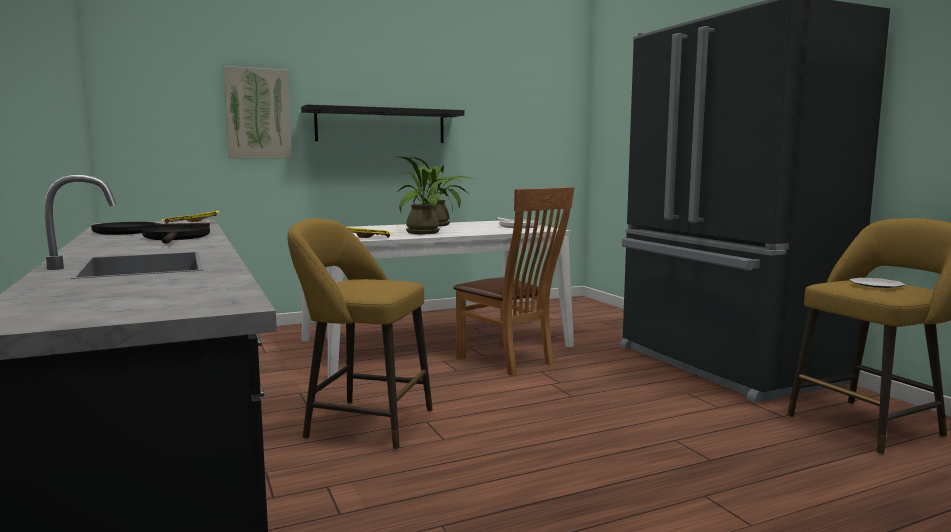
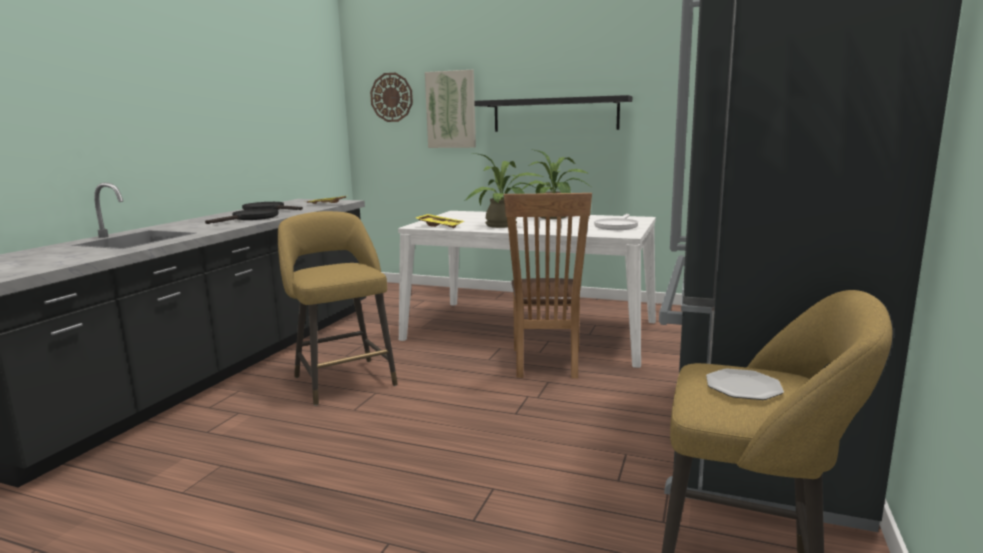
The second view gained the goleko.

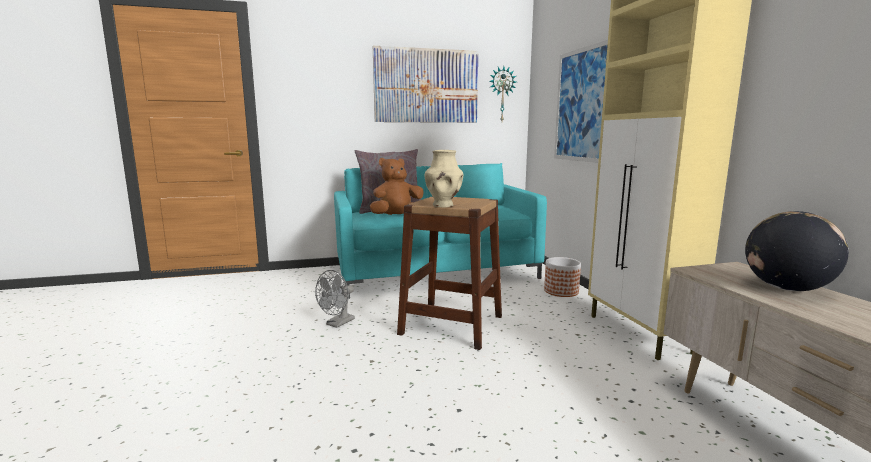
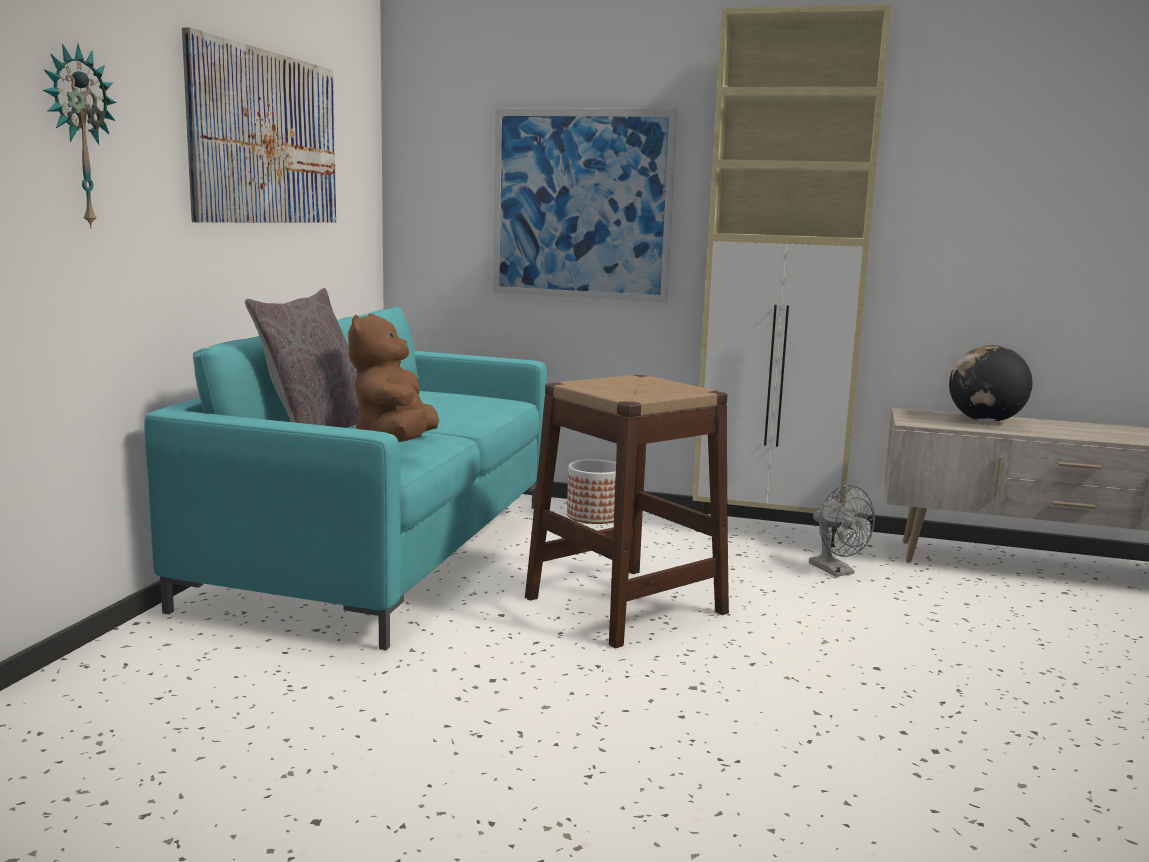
The goleko ended up elsewhere.
The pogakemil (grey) ended up elsewhere.
The second view lost the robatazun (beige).

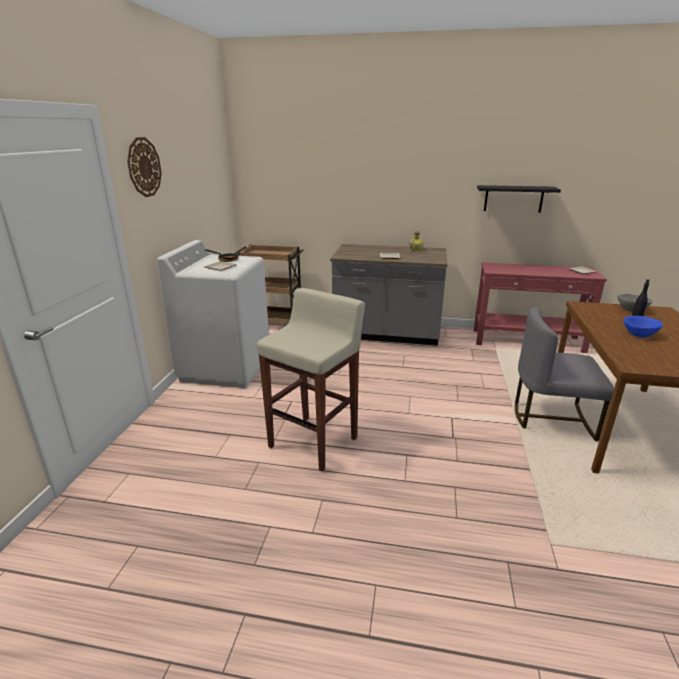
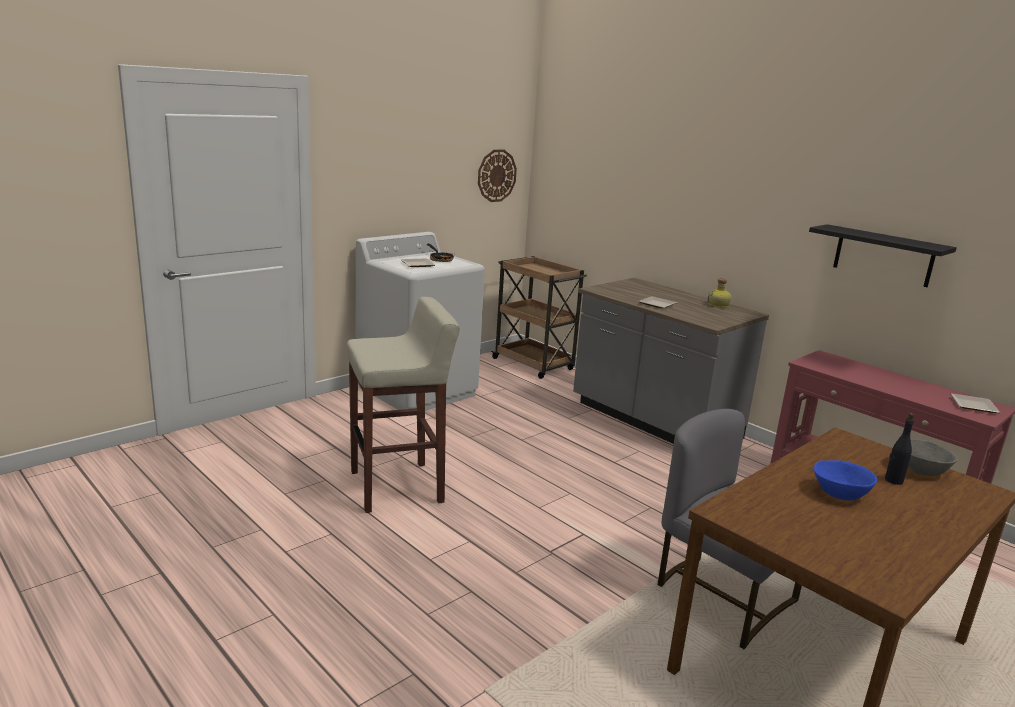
The goleko ended up elsewhere.

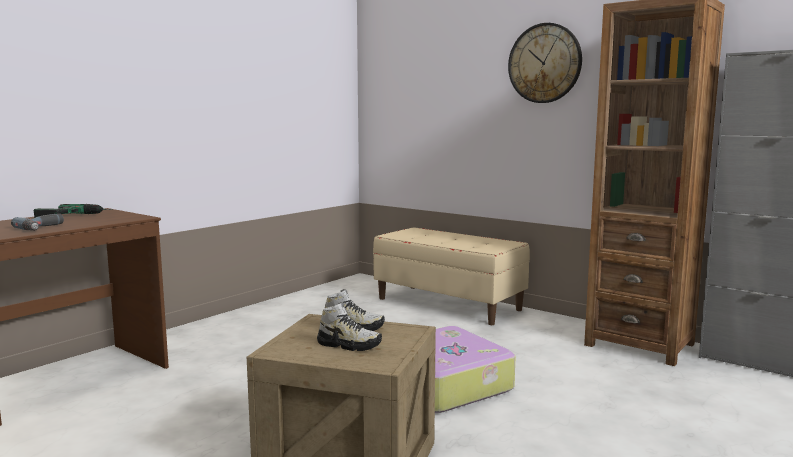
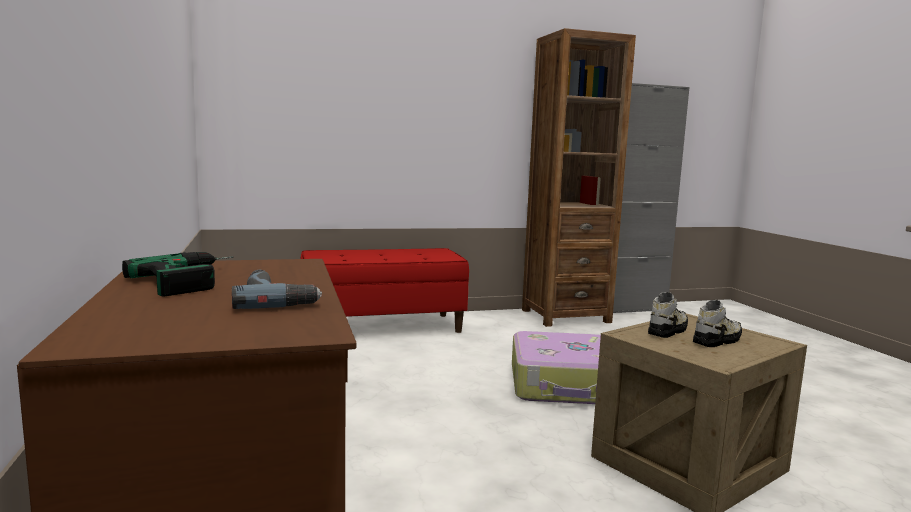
What was the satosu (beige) turned into the satosu (red).
The second view lost the goleko.

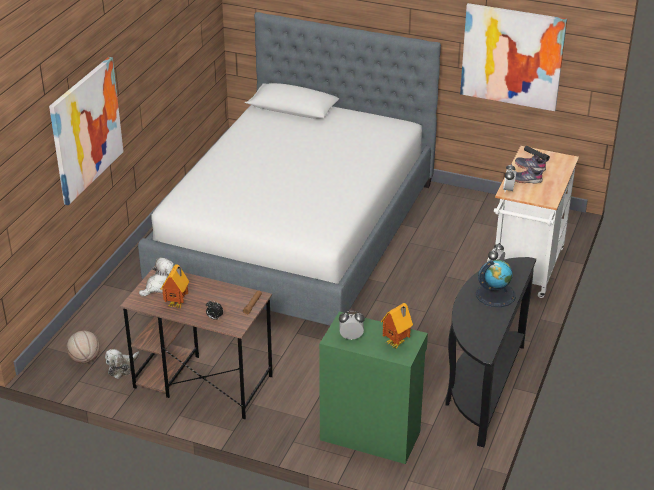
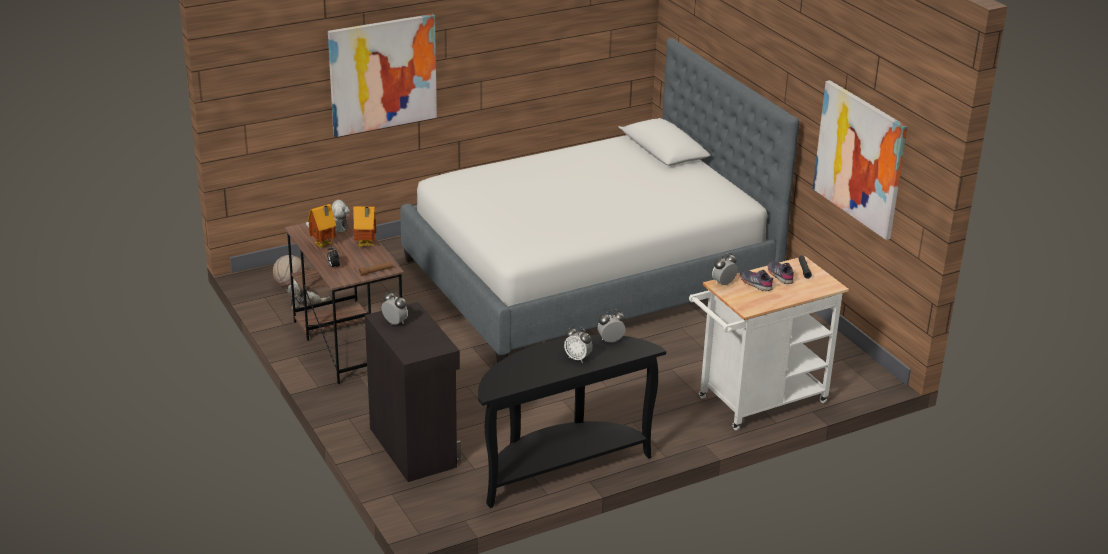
The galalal (no. 2 from left) ended up elsewhere.
What was the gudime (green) turned into the gudime (black).
Where the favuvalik stood, the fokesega (no. 3 from left) came to stand.

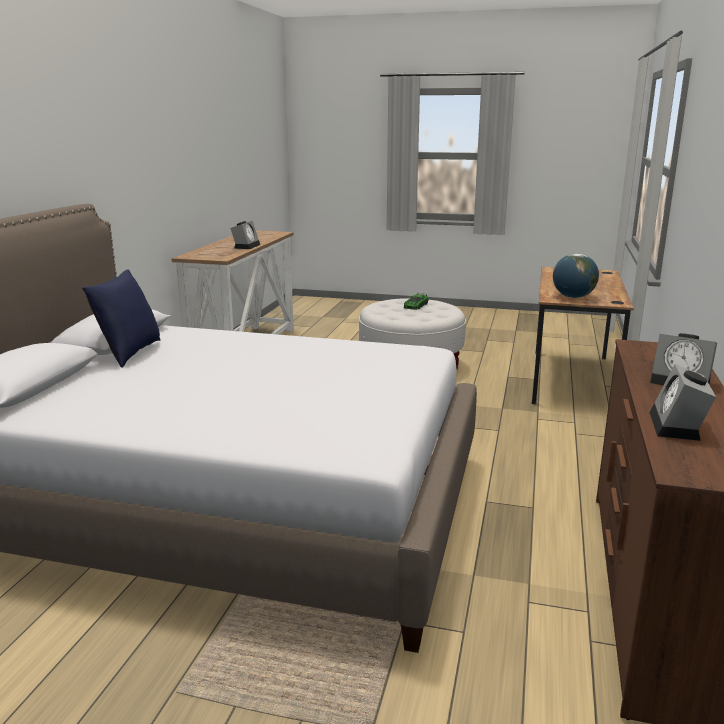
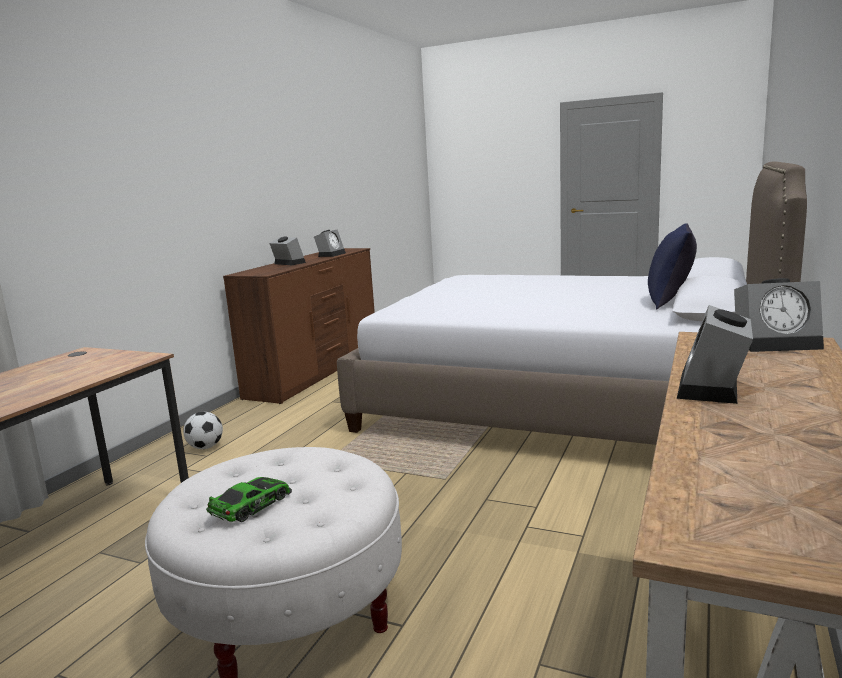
The second view gained the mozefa.
The second view gained the fokesega (no. 4 from left).
The second view lost the favuvalik.

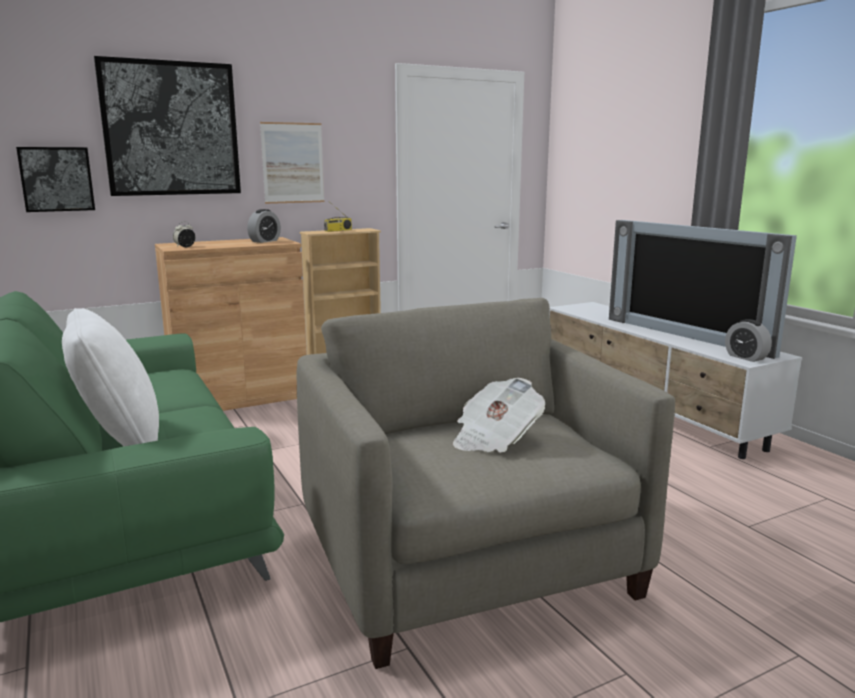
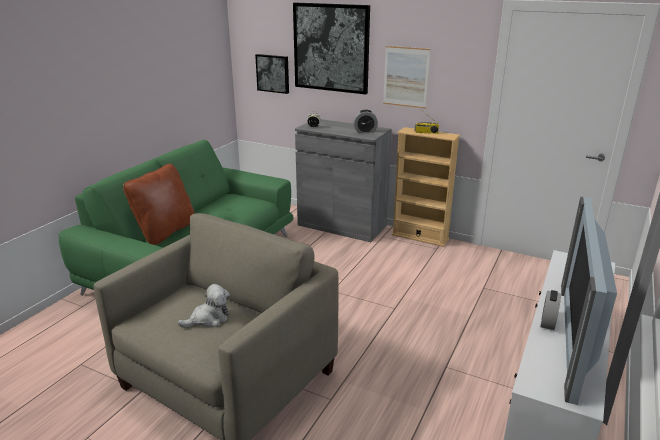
What was the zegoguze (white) turned into the zegoguze (brown).
Where the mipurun stood, the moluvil came to stand.
What was the gudime (brown) turned into the gudime (grey).
The fokesega (no. 3 from left) ended up elsewhere.

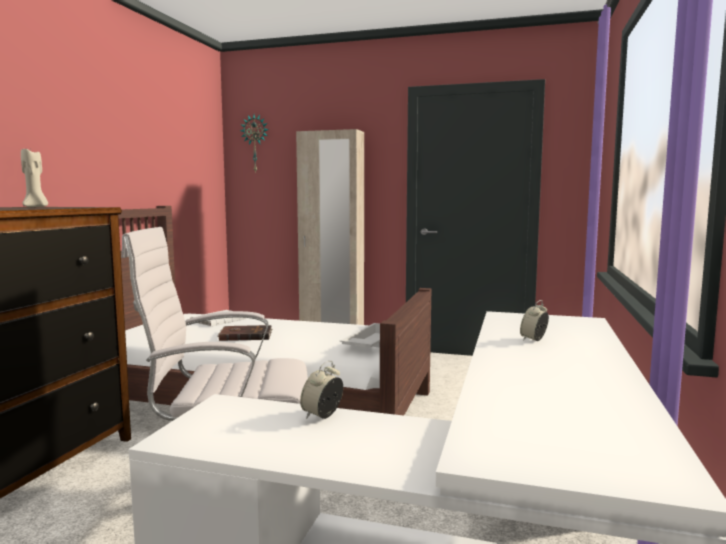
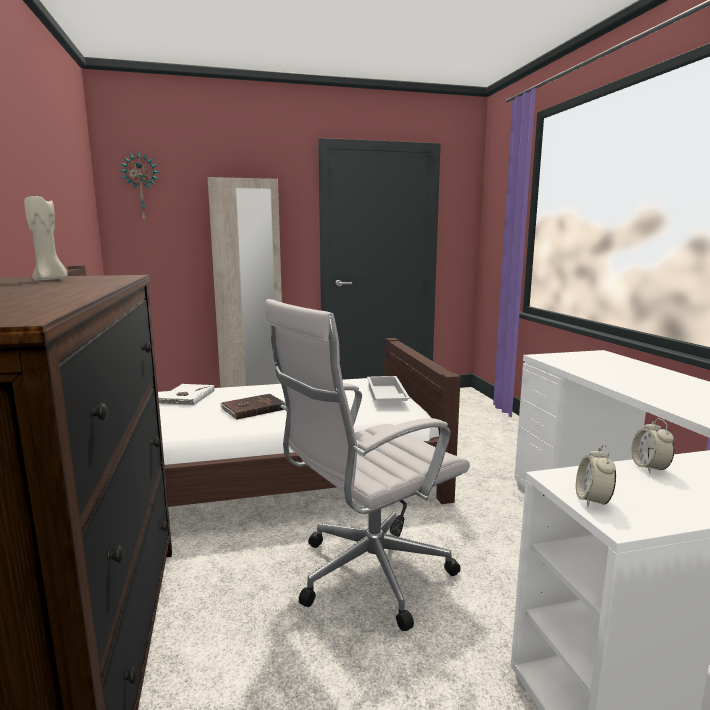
The fokesega (no. 2 from left in the first image) ended up elsewhere.

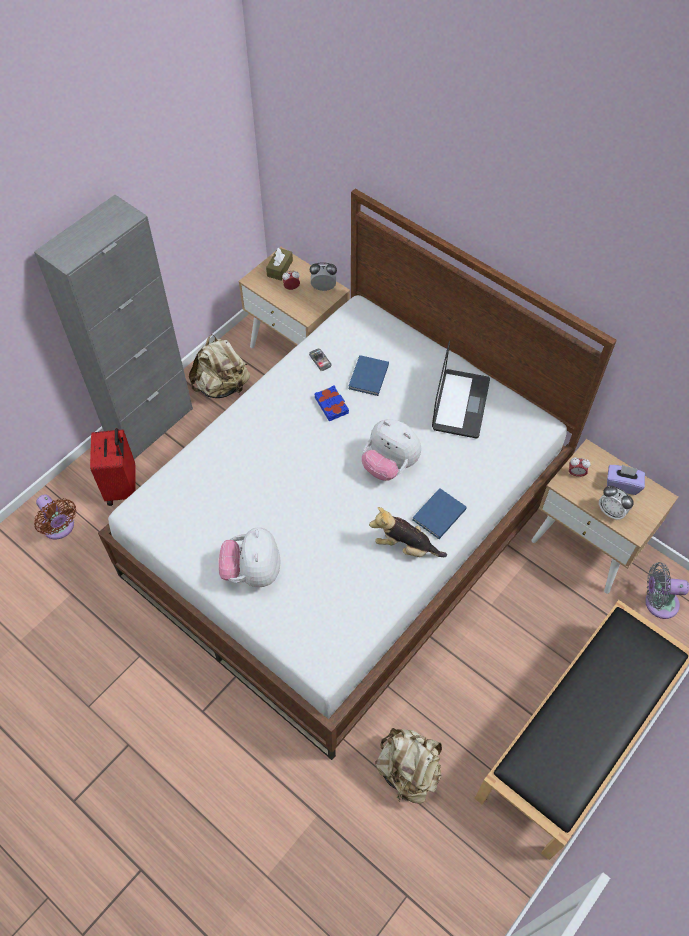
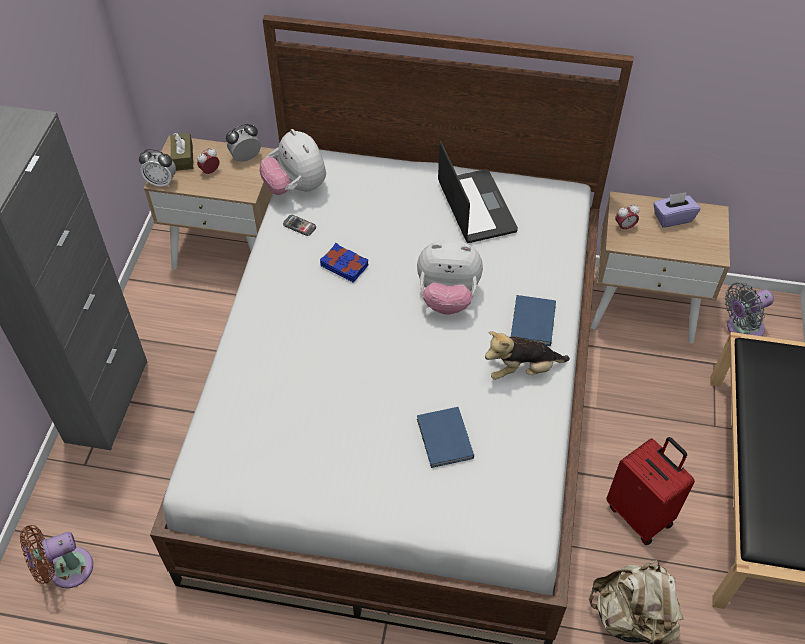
The pogakemil (brown) ended up facing another way, 135 degrees clockwise from before.
The fokesega (no. 4 from left in the first image) ended up elsewhere.
The moluvil (no. 1 from left) ended up elsewhere.
The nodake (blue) (no. 2 from left) ended up elsewhere.
The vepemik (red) ended up elsewhere.
The second view lost the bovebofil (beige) (no. 1 from left).

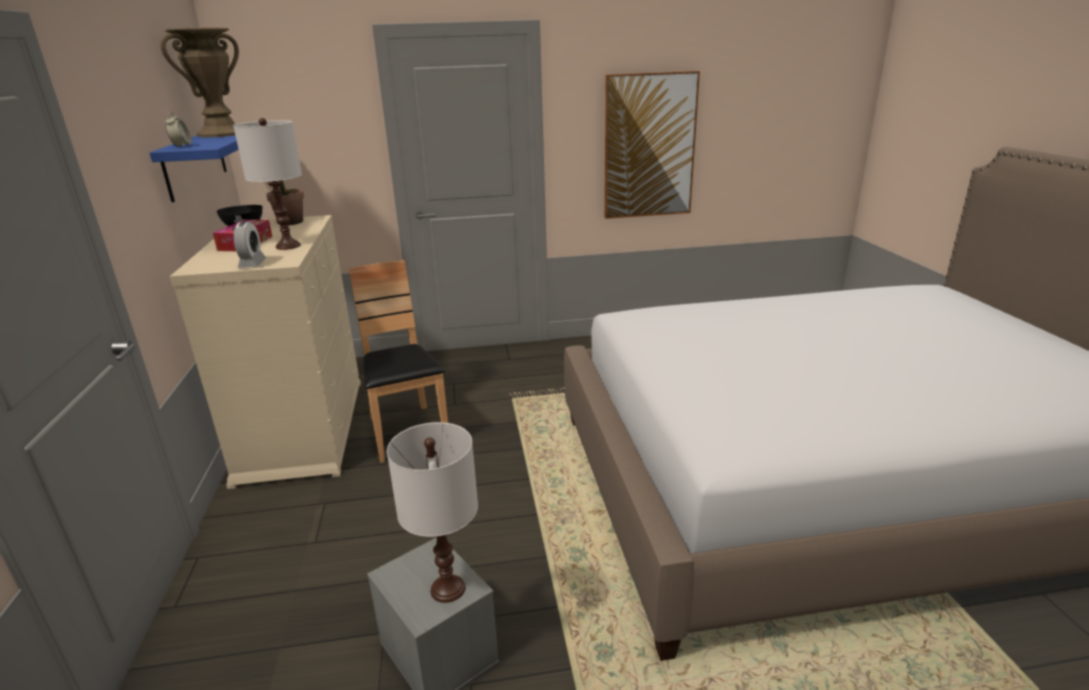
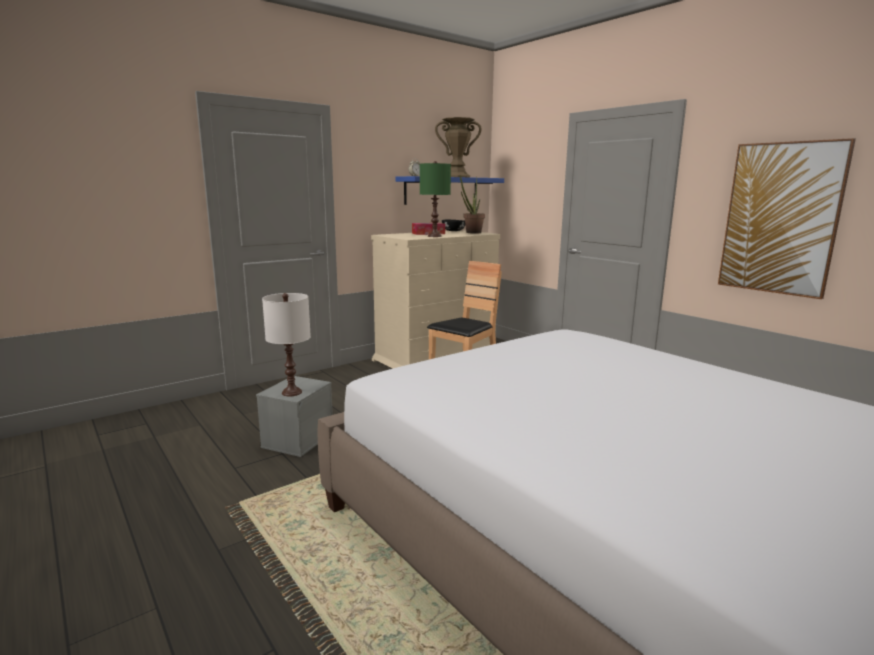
What was the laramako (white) (no. 1 from left) turned into the laramako (green).
The second view lost the fokesega (no. 2 from left).

